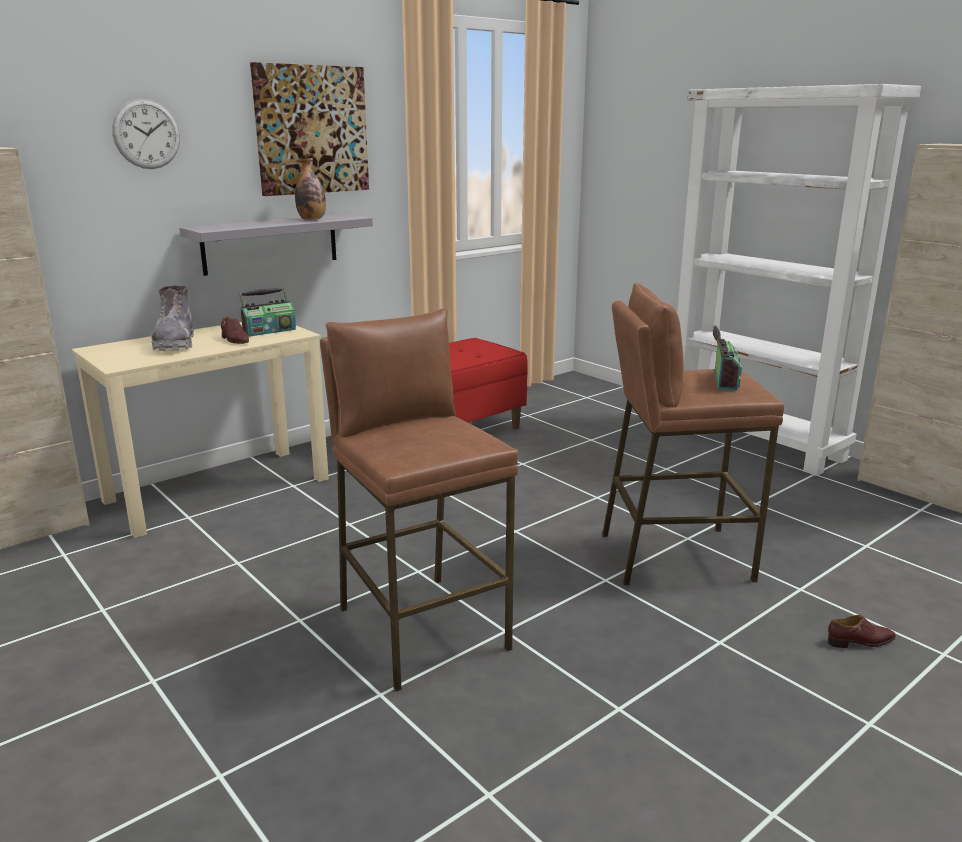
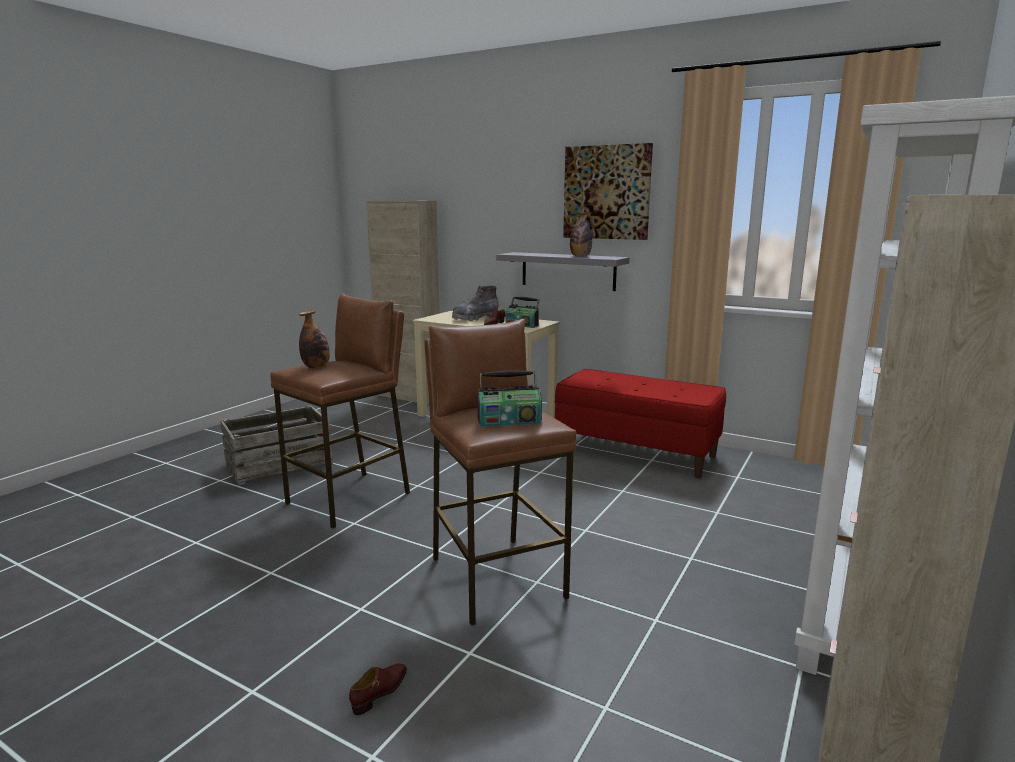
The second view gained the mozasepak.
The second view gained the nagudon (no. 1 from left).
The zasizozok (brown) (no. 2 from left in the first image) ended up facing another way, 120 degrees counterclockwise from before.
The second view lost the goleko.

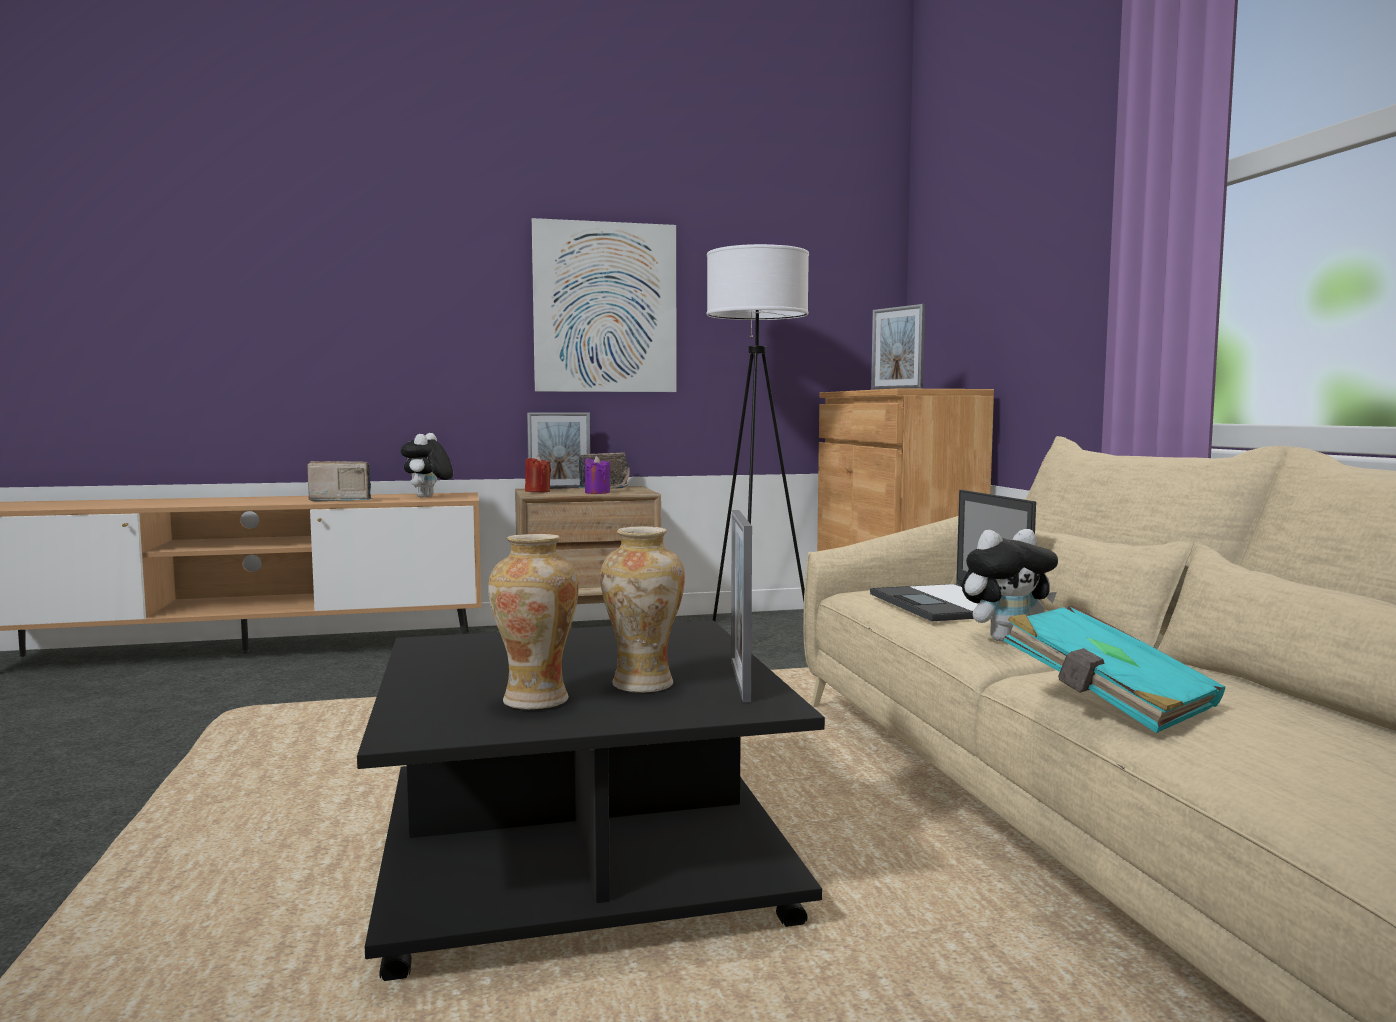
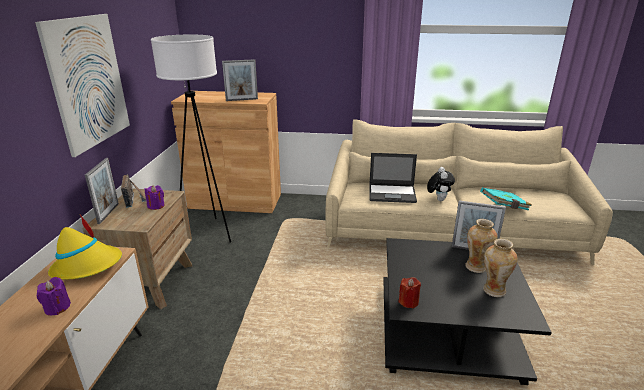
Where the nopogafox (no. 1 from left) stood, the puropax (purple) (no. 1 from left) came to stand.
Where the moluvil (no. 1 from left) stood, the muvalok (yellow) came to stand.
The puropax (red) ended up elsewhere.

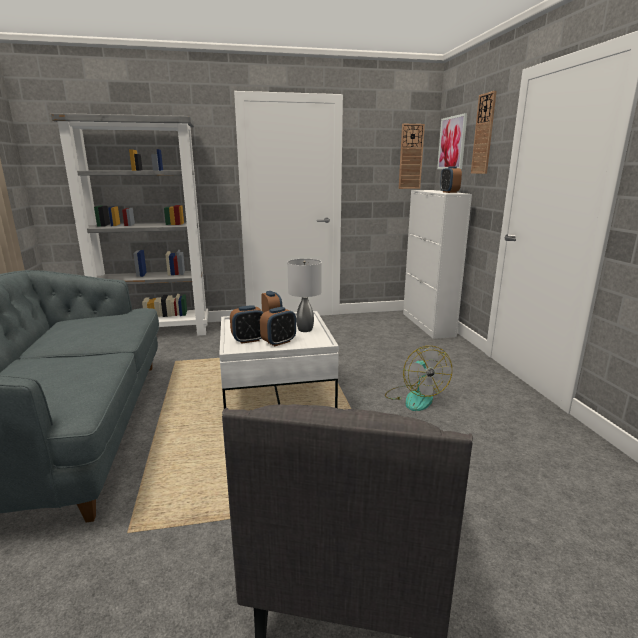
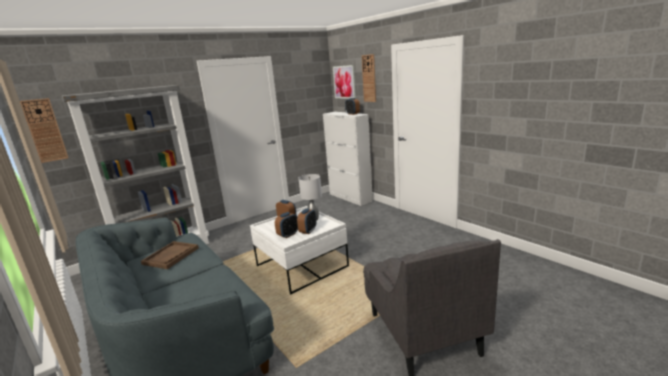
The goleko (no. 1 from left) ended up elsewhere.
The second view gained the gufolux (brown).
The second view lost the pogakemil.

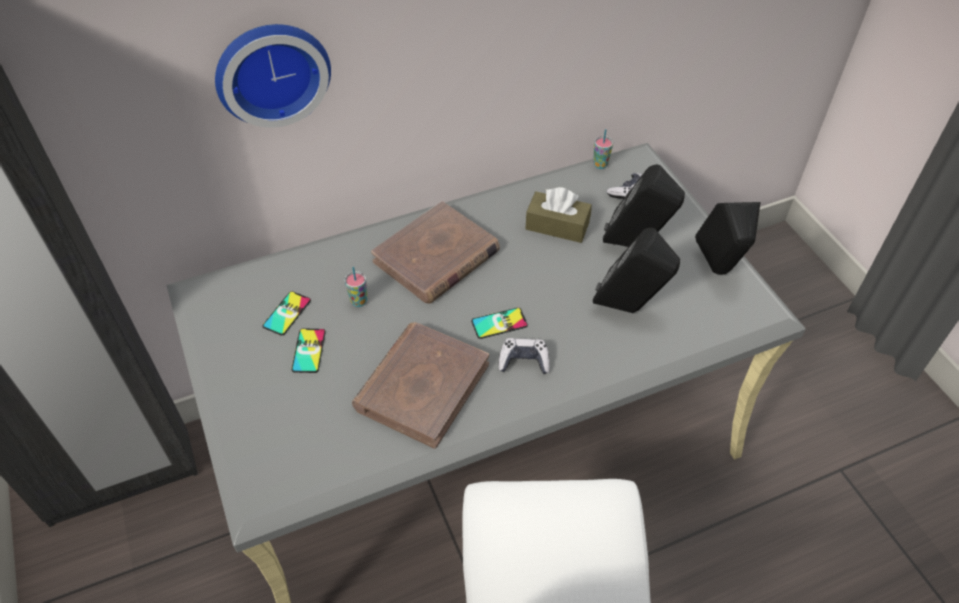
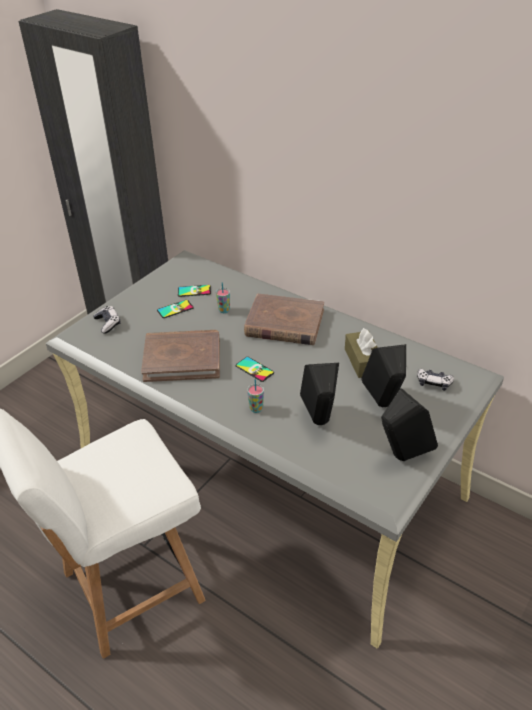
The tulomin (no. 1 from left) ended up elsewhere.
The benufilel (no. 2 from left) ended up elsewhere.
The second view lost the goleko.

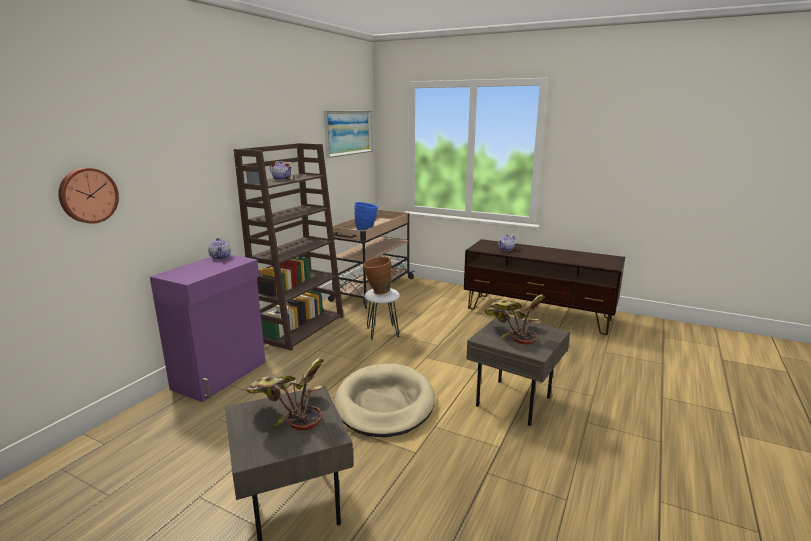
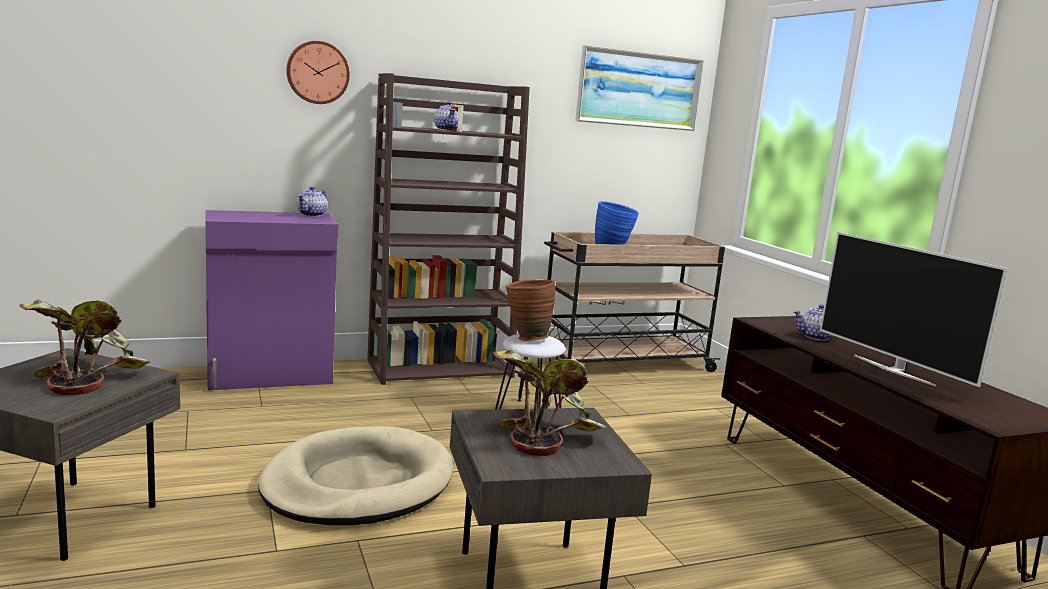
The goleko ended up elsewhere.
The second view gained the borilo.

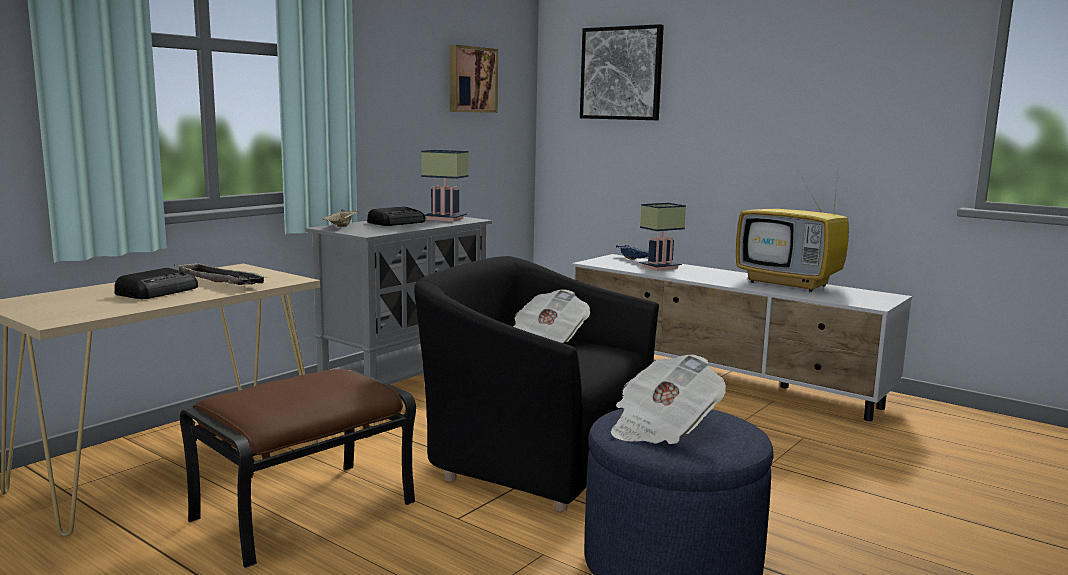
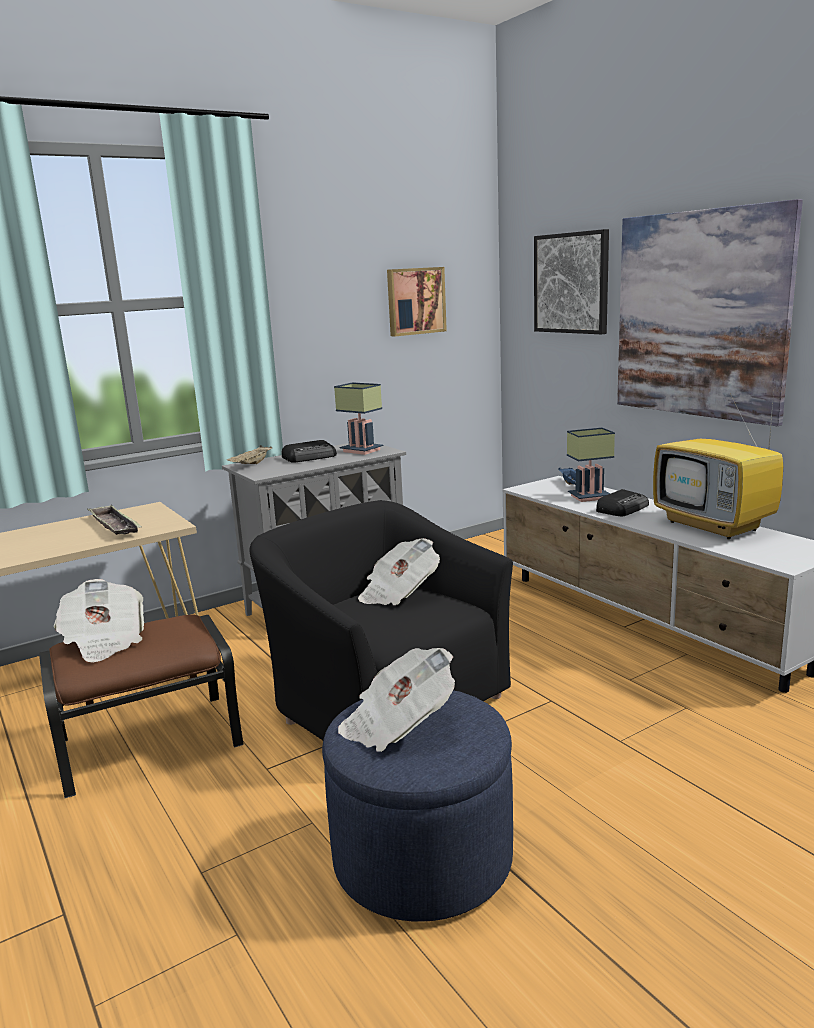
The second view gained the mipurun (no. 1 from left).
The nopogafox (no. 1 from left in the first image) ended up elsewhere.
The second view gained the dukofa (no. 3 from left).

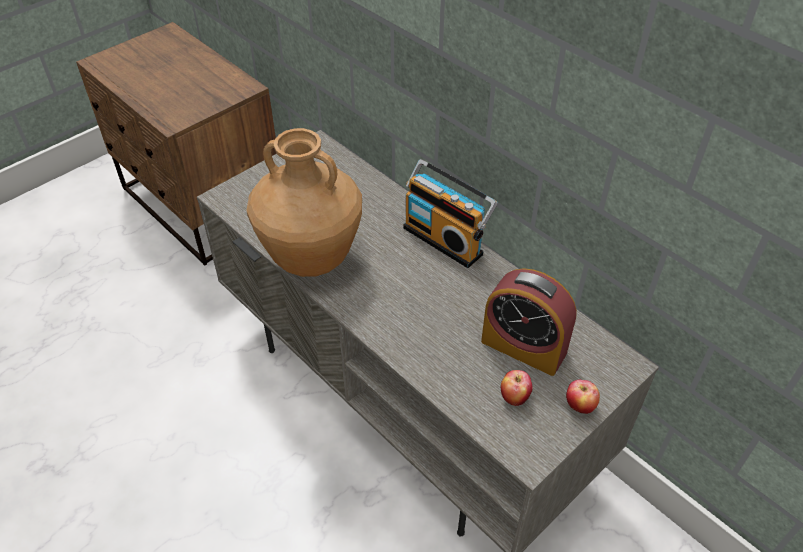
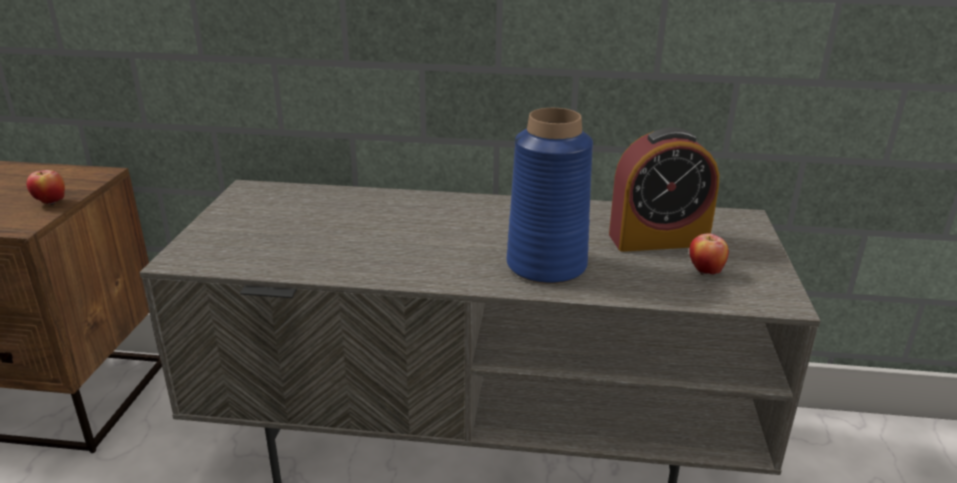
The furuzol (no. 2 from left in the first image) ended up elsewhere.
The second view gained the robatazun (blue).
The second view lost the robatazun (brown).
The second view lost the nopogafox.

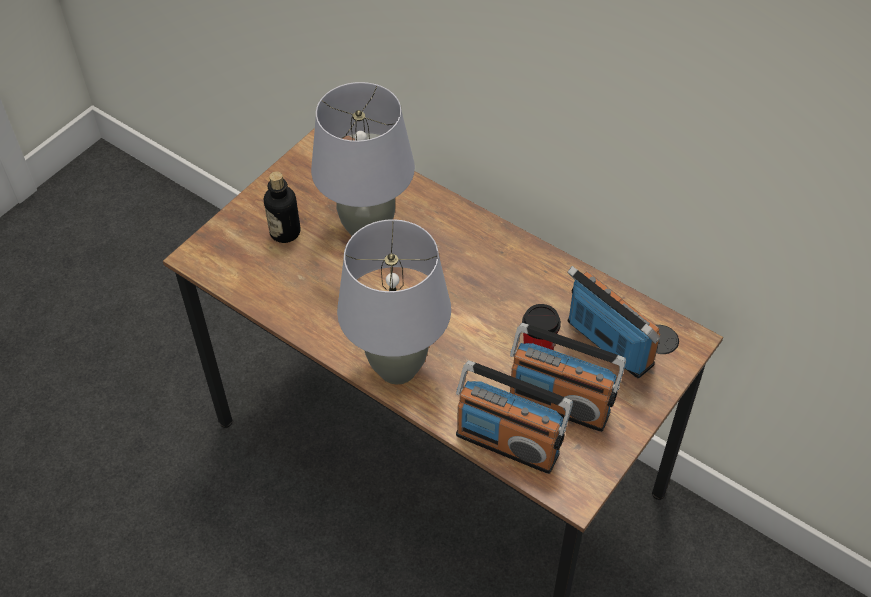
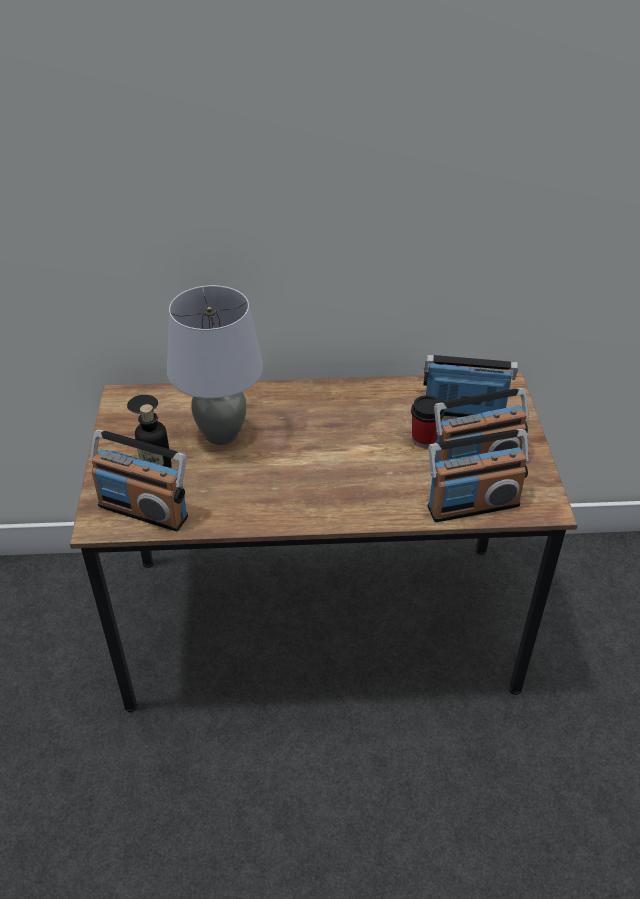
The second view gained the nopogafox (no. 1 from left).
The second view lost the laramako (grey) (no. 2 from left).

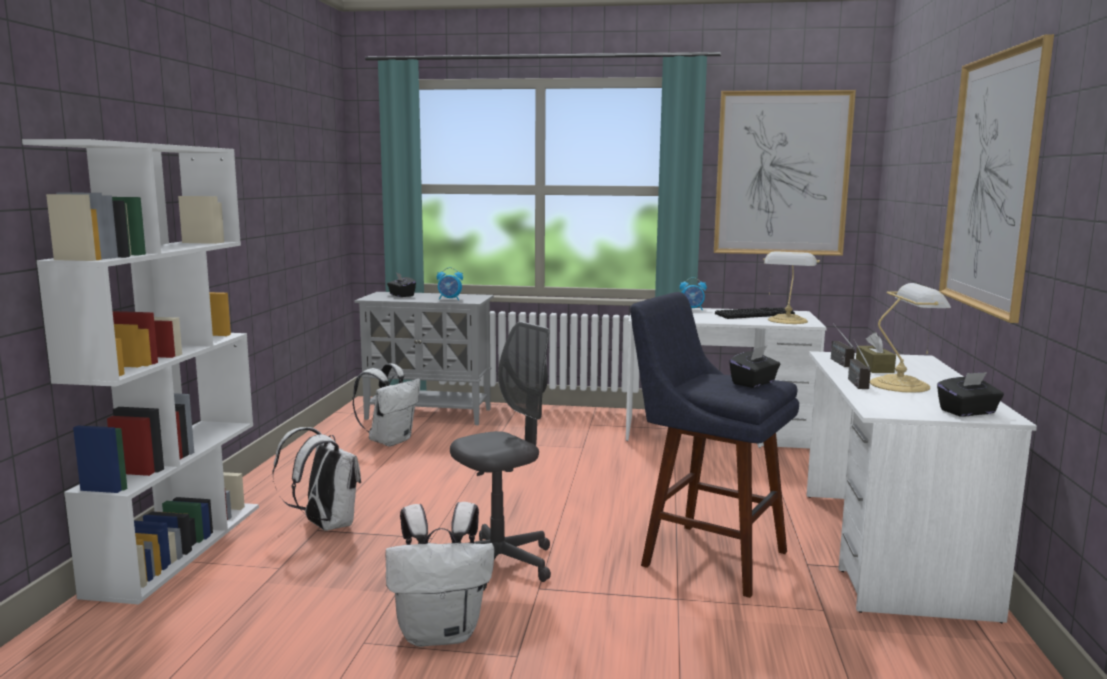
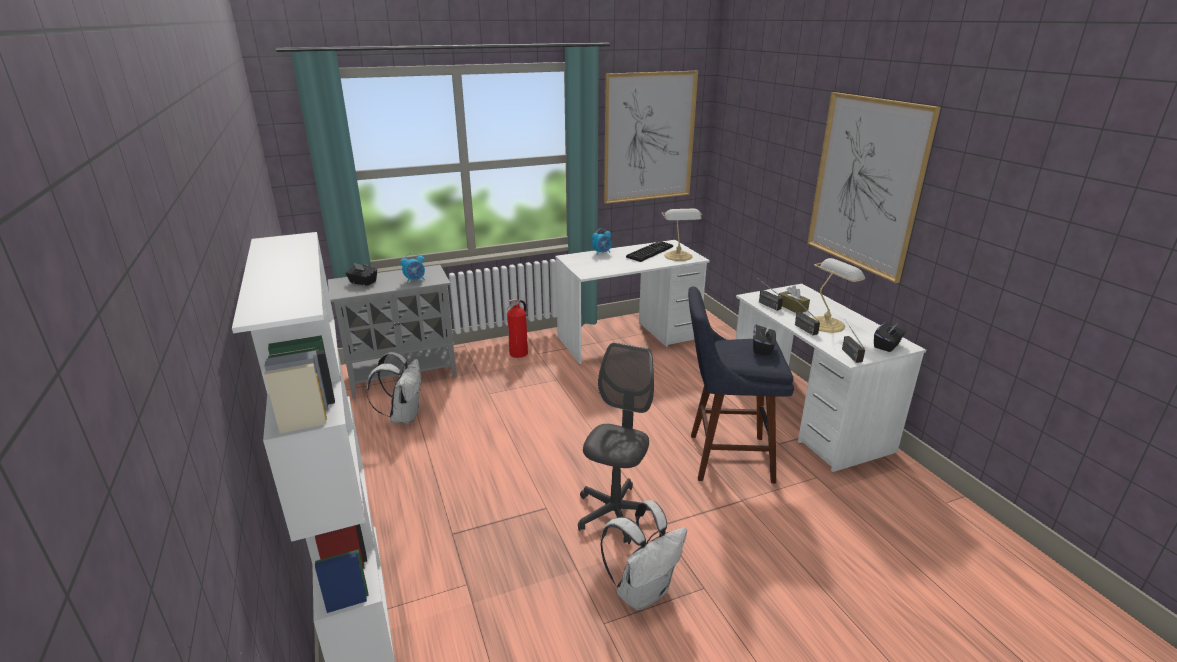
The second view gained the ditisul.
The second view gained the nopogafox (no. 3 from left).
The second view lost the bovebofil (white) (no. 1 from left).

